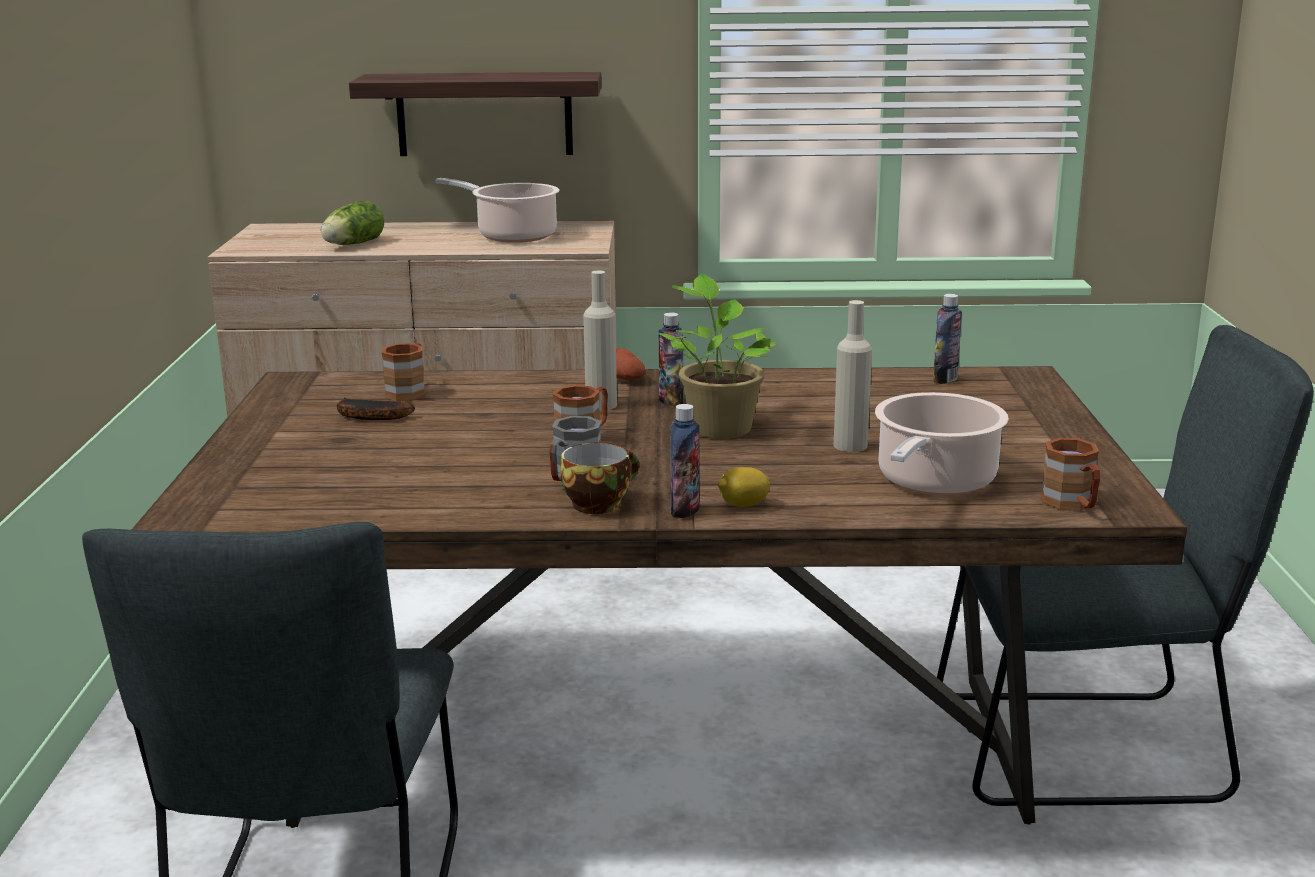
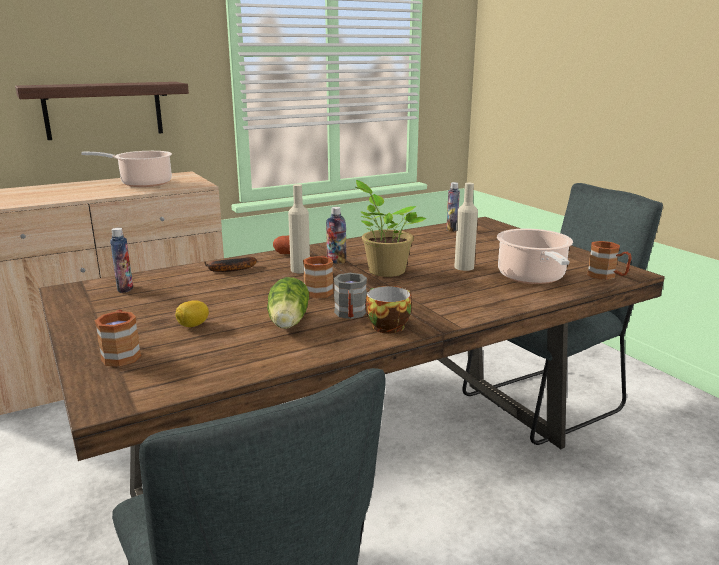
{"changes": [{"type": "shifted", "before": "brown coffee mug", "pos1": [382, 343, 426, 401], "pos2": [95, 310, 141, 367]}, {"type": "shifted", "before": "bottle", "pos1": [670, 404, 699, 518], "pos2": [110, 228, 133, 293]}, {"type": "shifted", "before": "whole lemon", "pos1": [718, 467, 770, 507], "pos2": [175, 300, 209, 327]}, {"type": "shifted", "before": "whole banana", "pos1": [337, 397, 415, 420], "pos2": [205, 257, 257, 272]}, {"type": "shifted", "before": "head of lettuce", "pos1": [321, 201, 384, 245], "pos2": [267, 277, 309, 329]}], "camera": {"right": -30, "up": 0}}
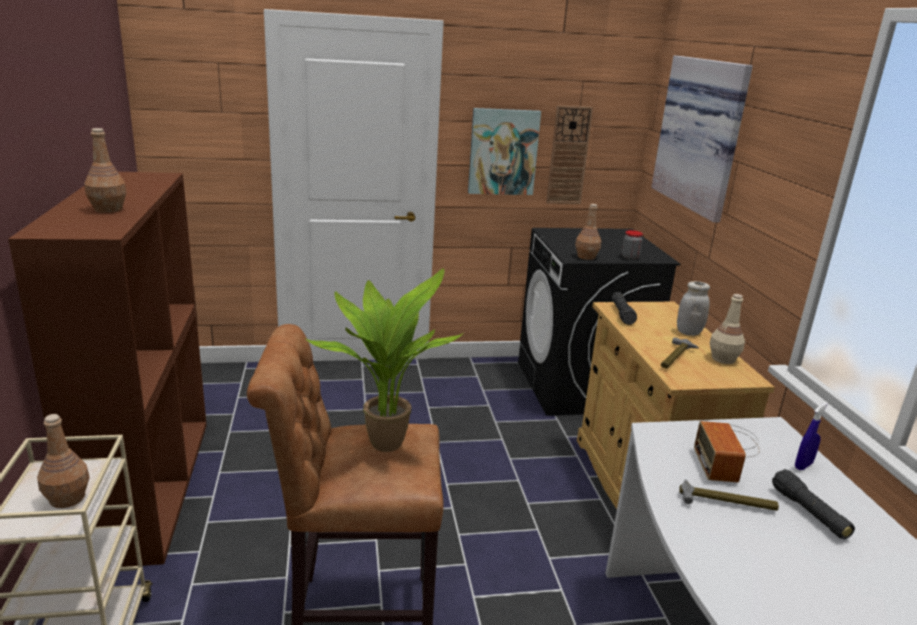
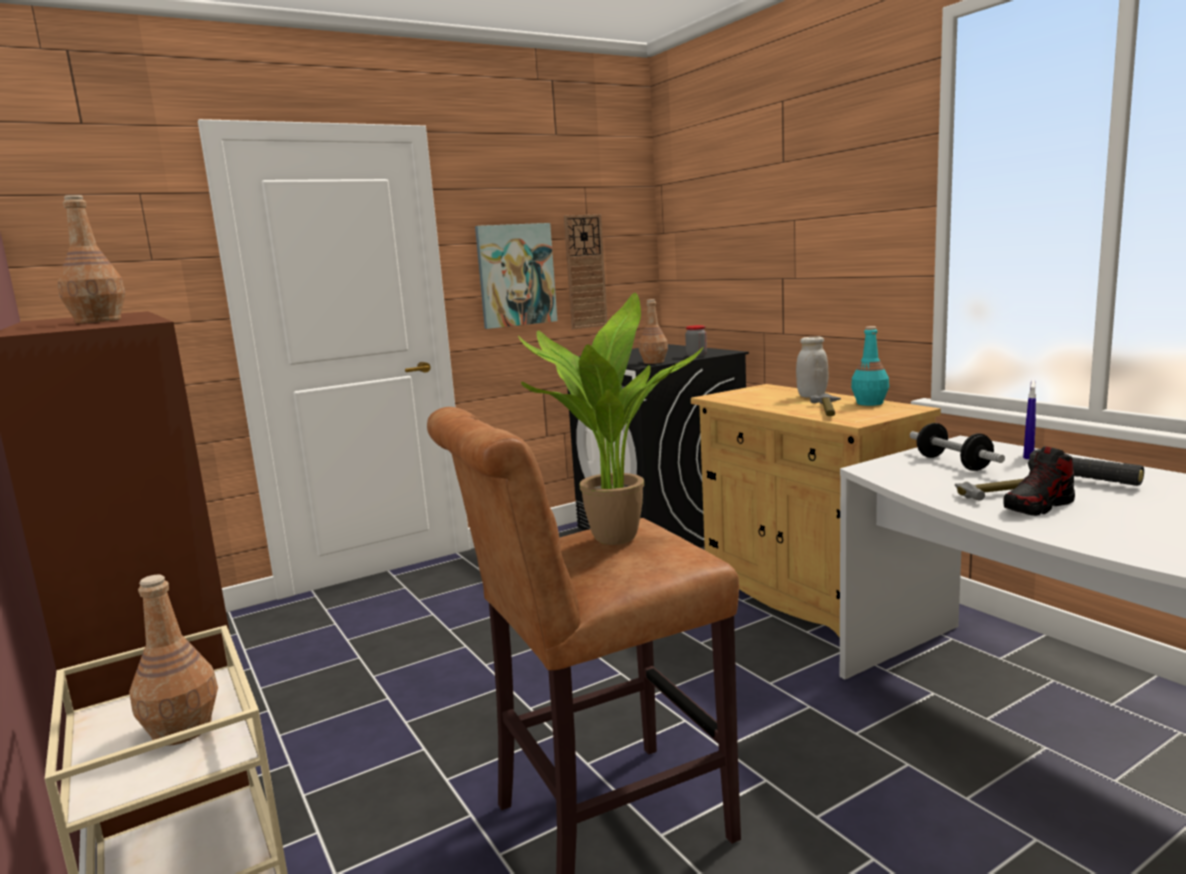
{"changes": [{"type": "repainted", "before": "beige bottle", "after": "turquoise-coloured bottle", "pos1": [710, 294, 745, 364], "pos2": [851, 326, 889, 406]}, {"type": "swapped", "before": "radio receiver", "after": "free weight", "pos1": [694, 421, 760, 483], "pos2": [910, 423, 1005, 471]}, {"type": "new", "after": "shoe", "pos2": [1003, 446, 1075, 516]}, {"type": "gone", "before": "blackish flashlight", "pos1": [612, 292, 637, 325]}, {"type": "gone", "before": "wall picture", "pos1": [651, 55, 753, 223]}], "camera": {"right": -20, "up": -10}}
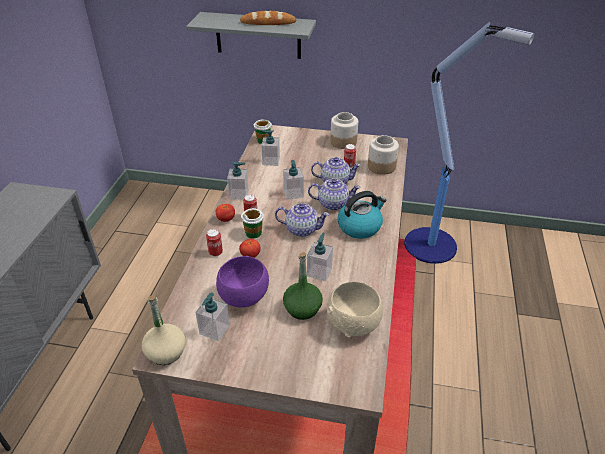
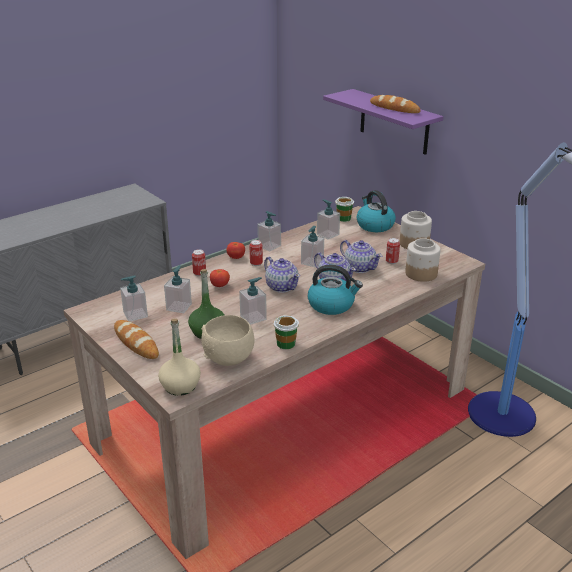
{"changes": [{"type": "new", "after": "bakery bread", "pos2": [114, 320, 159, 359]}, {"type": "shifted", "before": "beige bottle", "pos1": [142, 295, 186, 365], "pos2": [158, 318, 201, 396]}, {"type": "swapped", "before": "purplish deep dish", "after": "soap dispenser", "pos1": [216, 256, 269, 308], "pos2": [164, 265, 192, 313]}, {"type": "shifted", "before": "drinking cup", "pos1": [241, 208, 264, 239], "pos2": [274, 315, 299, 349]}, {"type": "repainted", "before": "gray shelf", "after": "purplish shelf", "pos1": [186, 12, 316, 59], "pos2": [323, 89, 443, 155]}, {"type": "new", "after": "kettle", "pos2": [357, 190, 396, 232]}], "camera": {"right": 40, "up": -10}}
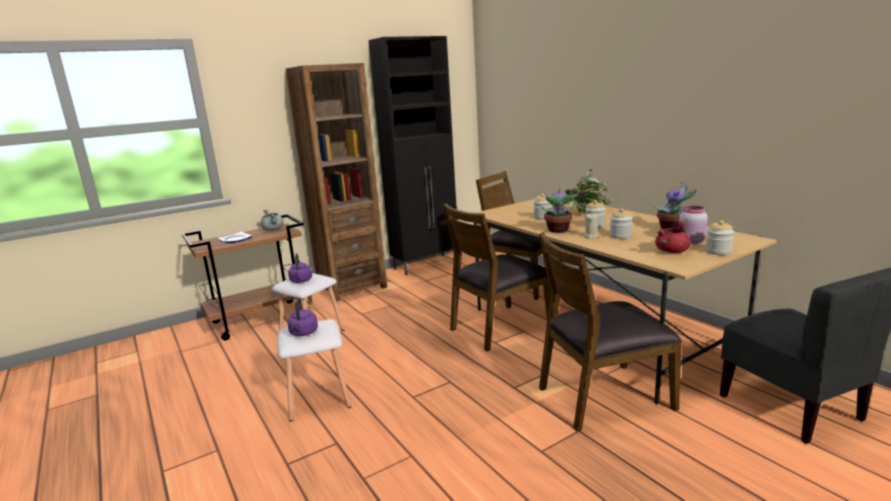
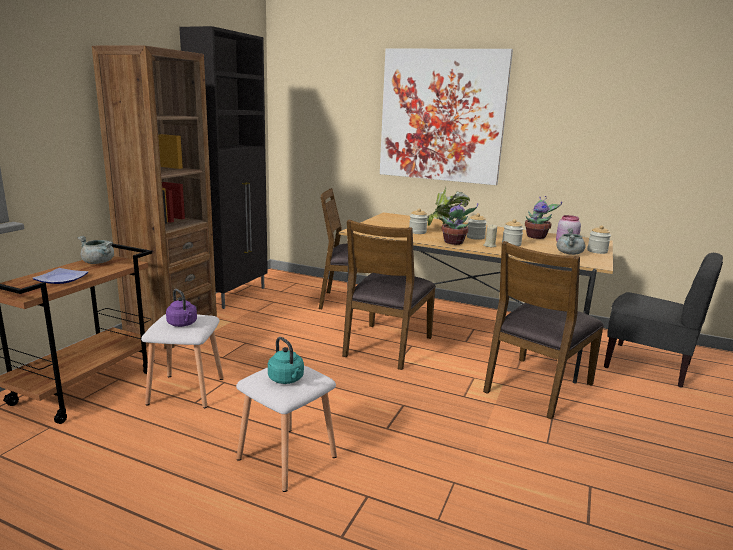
{"changes": [{"type": "repainted", "before": "purplish kettle", "after": "turquoise-coloured kettle", "pos1": [287, 298, 318, 336], "pos2": [268, 337, 304, 384]}, {"type": "new", "after": "wall picture", "pos2": [380, 49, 513, 185]}, {"type": "repainted", "before": "reddish cooking pot", "after": "gray cooking pot", "pos1": [655, 221, 690, 253], "pos2": [556, 228, 586, 255]}], "camera": {"right": -35, "up": 0}}
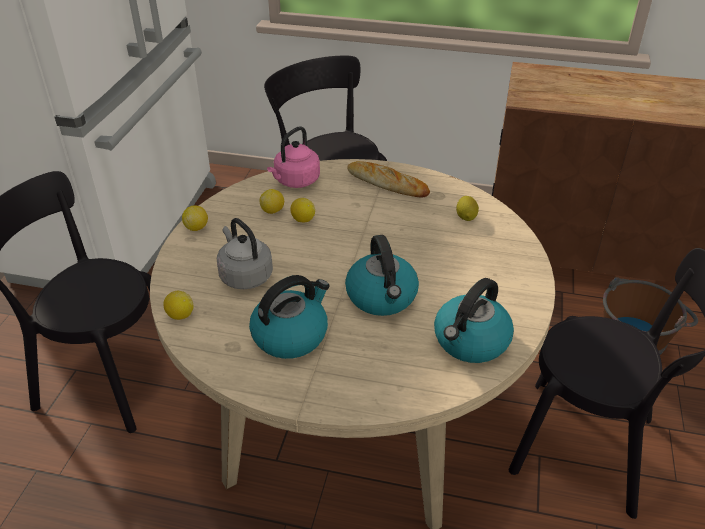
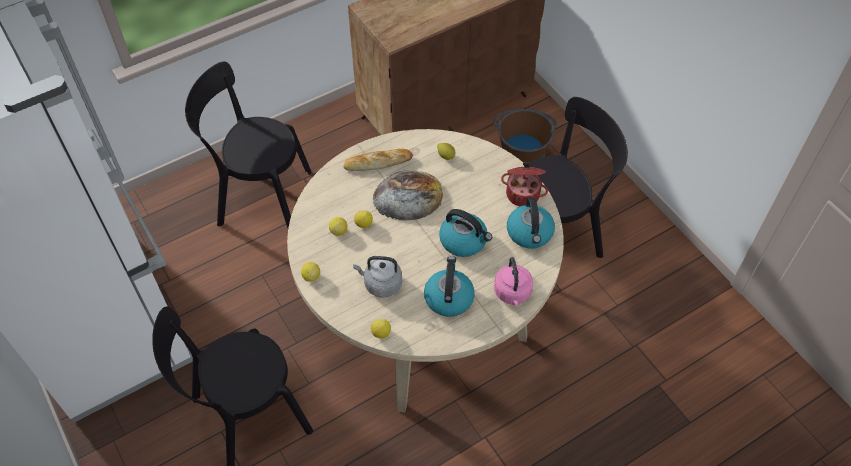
{"changes": [{"type": "new", "after": "bakery bread", "pos2": [373, 170, 443, 220]}, {"type": "shifted", "before": "pinkish kettle", "pos1": [267, 126, 320, 188], "pos2": [494, 257, 533, 306]}, {"type": "new", "after": "cooking pot", "pos2": [501, 162, 548, 206]}], "camera": {"right": -45, "up": 15}}
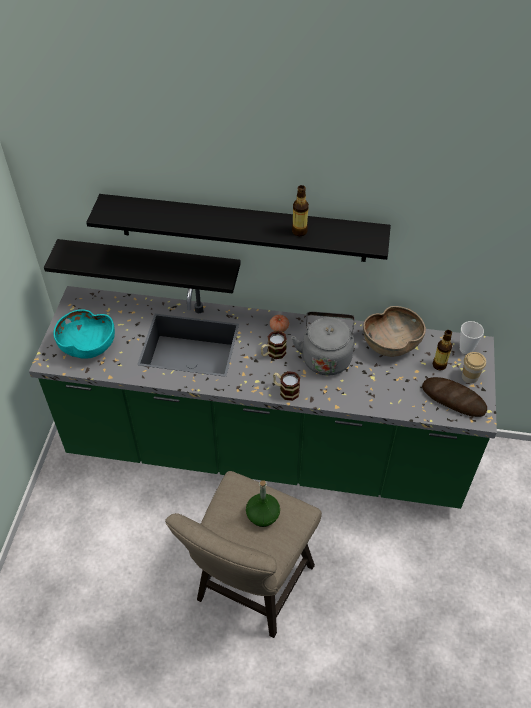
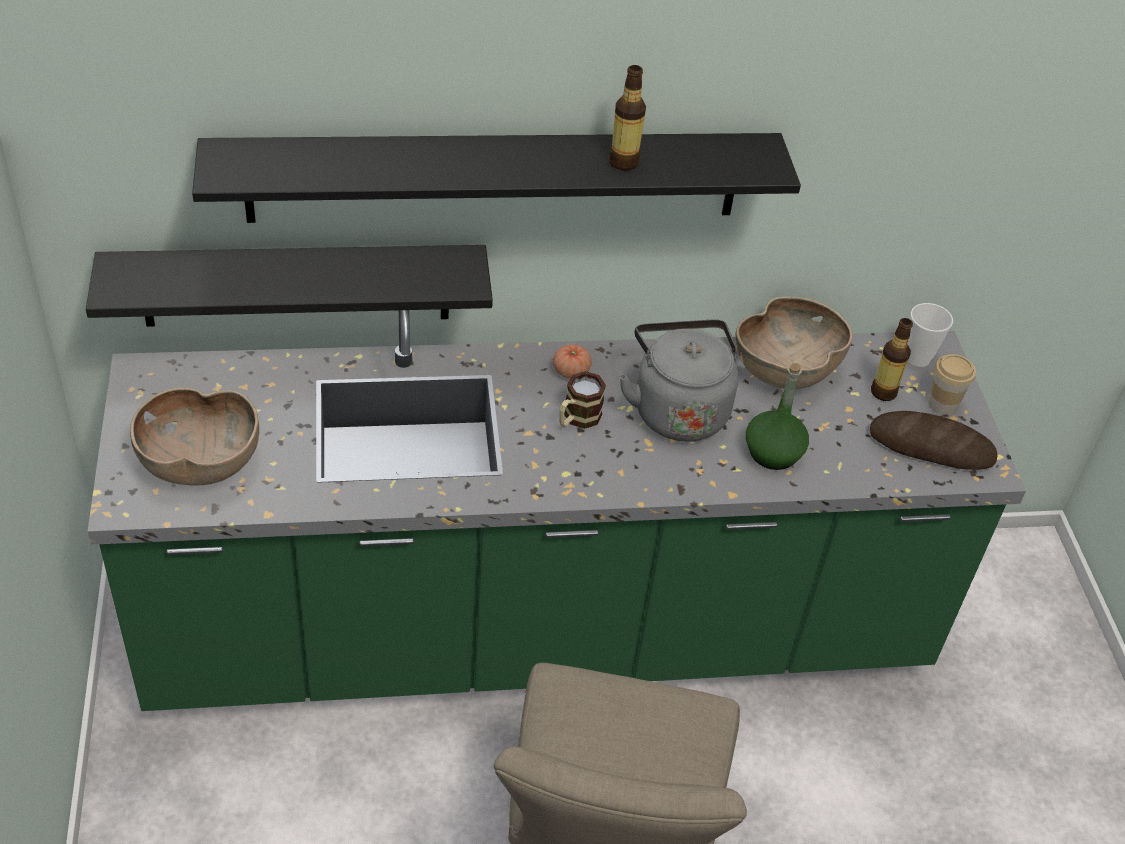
{"changes": [{"type": "repainted", "before": "turquoise-coloured deep dish", "after": "brown deep dish", "pos1": [53, 309, 115, 359], "pos2": [130, 388, 259, 485]}, {"type": "shifted", "before": "green bottle", "pos1": [246, 481, 280, 527], "pos2": [746, 363, 809, 470]}, {"type": "gone", "before": "coffee mug", "pos1": [273, 371, 300, 401]}], "camera": {"right": -20, "up": -5}}
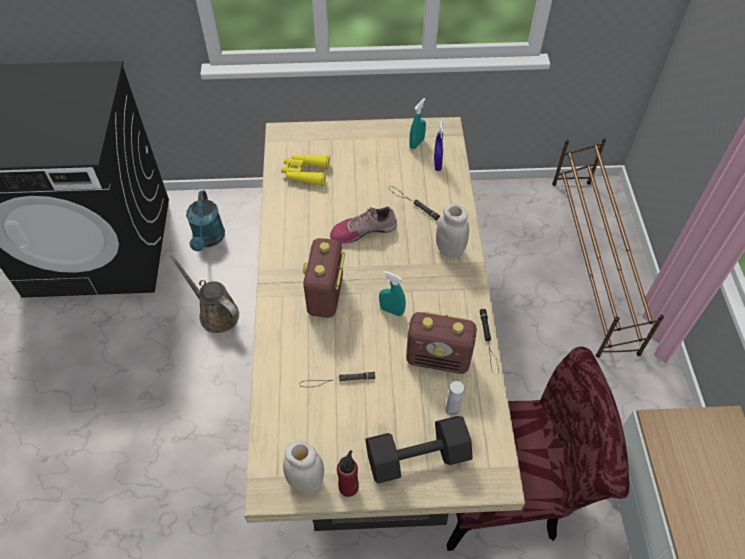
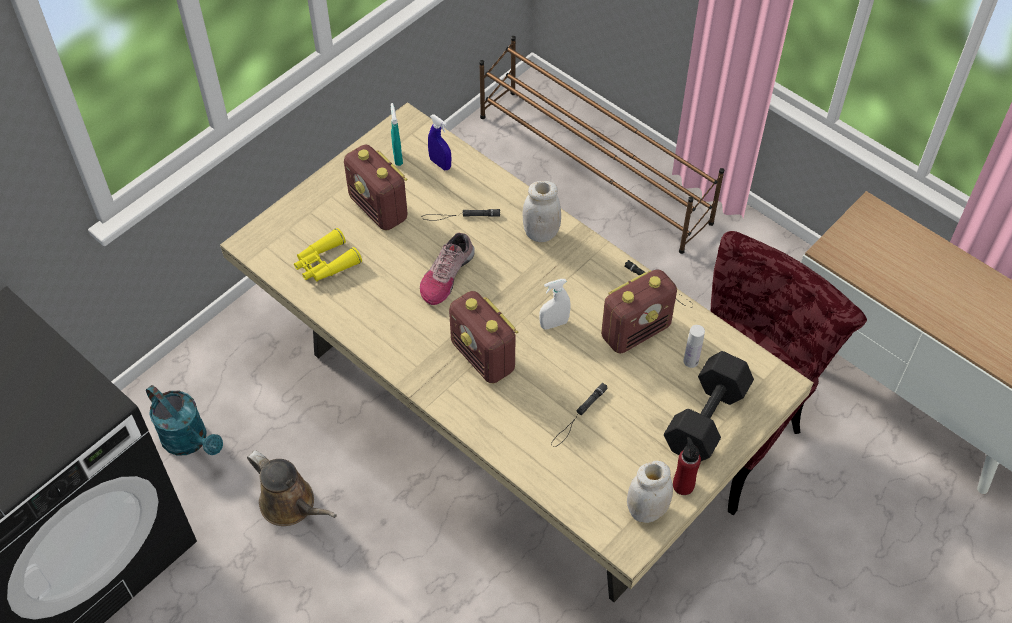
{"changes": [{"type": "rotated", "before": "brown watering can", "pos1": [170, 255, 239, 333], "pos2": [247, 450, 337, 526], "turn": -135}, {"type": "new", "after": "radio receiver", "pos2": [344, 144, 408, 230]}, {"type": "repainted", "before": "turquoise-coloured hand sprayer", "after": "white-coloured hand sprayer", "pos1": [379, 271, 406, 316], "pos2": [539, 279, 570, 329]}], "camera": {"right": -45, "up": 0}}
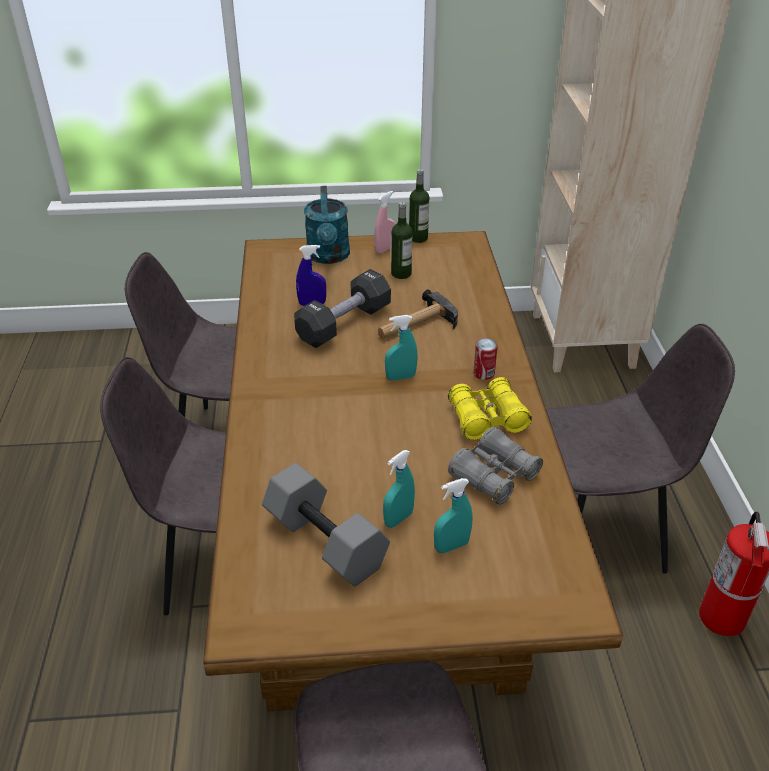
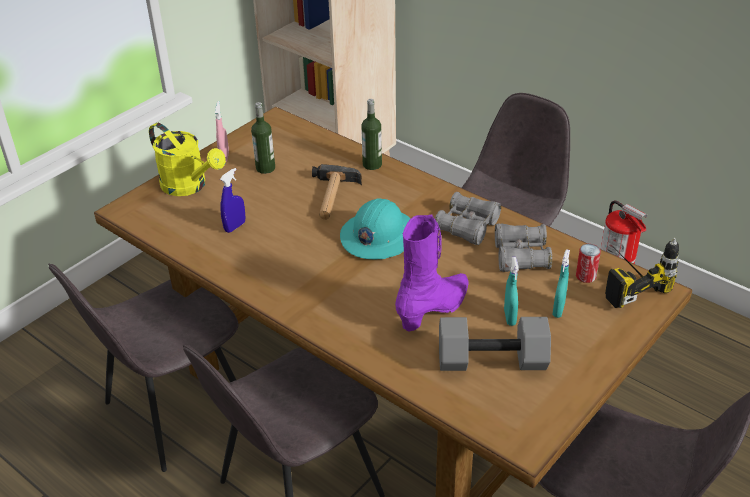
{"changes": [{"type": "repainted", "before": "turquoise-coloured watering can", "after": "yellowish watering can", "pos1": [304, 186, 350, 264], "pos2": [149, 123, 226, 196]}, {"type": "swapped", "before": "turquoise-coloured hand sprayer", "after": "turquoise-coloured work helmet", "pos1": [385, 315, 418, 381], "pos2": [340, 198, 411, 260]}, {"type": "shifted", "before": "bottle", "pos1": [409, 169, 429, 243], "pos2": [361, 99, 382, 170]}, {"type": "new", "after": "purplish high-top boot", "pos2": [395, 215, 469, 332]}, {"type": "repainted", "before": "yellowish pair of binoculars", "after": "gray pair of binoculars", "pos1": [448, 377, 532, 440], "pos2": [435, 192, 501, 245]}, {"type": "shifted", "before": "sealed can", "pos1": [473, 339, 498, 380], "pos2": [576, 244, 601, 283]}, {"type": "new", "after": "drill", "pos2": [605, 238, 679, 308]}, {"type": "gone", "before": "blackish free weight", "pos1": [294, 269, 391, 348]}], "camera": {"right": -45, "up": 0}}
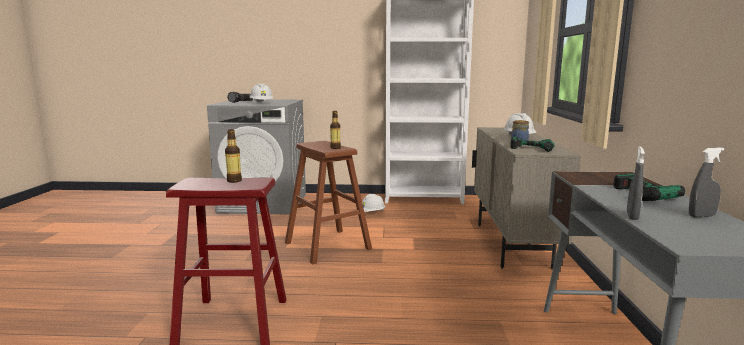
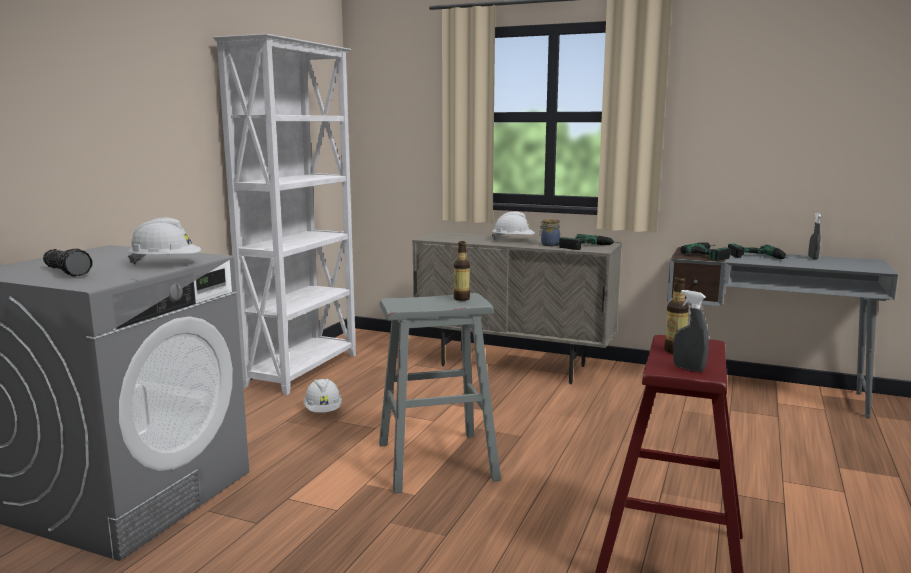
{"changes": [{"type": "repainted", "before": "brown stool", "after": "gray stool", "pos1": [285, 141, 372, 264], "pos2": [379, 293, 501, 493]}, {"type": "shifted", "before": "gray hand sprayer", "pos1": [627, 147, 645, 220], "pos2": [673, 290, 709, 372]}, {"type": "new", "after": "drill", "pos2": [680, 242, 731, 261]}], "camera": {"right": -70, "up": 0}}
